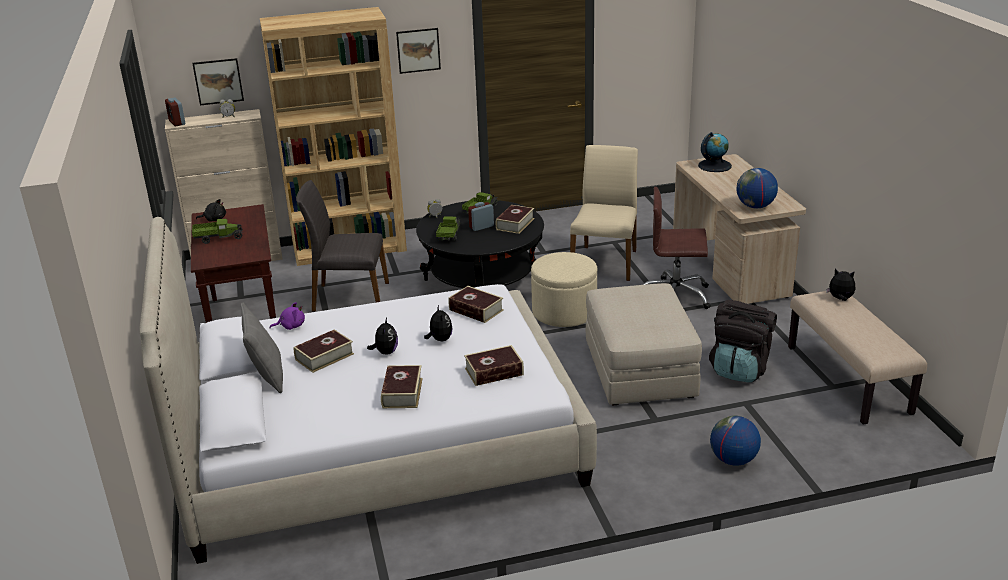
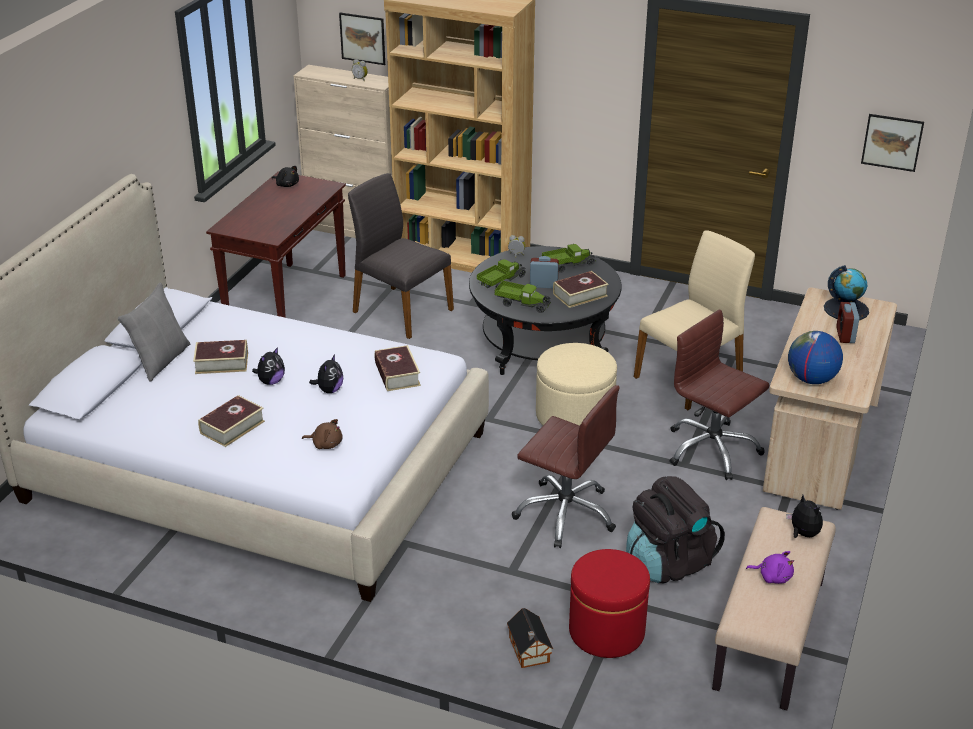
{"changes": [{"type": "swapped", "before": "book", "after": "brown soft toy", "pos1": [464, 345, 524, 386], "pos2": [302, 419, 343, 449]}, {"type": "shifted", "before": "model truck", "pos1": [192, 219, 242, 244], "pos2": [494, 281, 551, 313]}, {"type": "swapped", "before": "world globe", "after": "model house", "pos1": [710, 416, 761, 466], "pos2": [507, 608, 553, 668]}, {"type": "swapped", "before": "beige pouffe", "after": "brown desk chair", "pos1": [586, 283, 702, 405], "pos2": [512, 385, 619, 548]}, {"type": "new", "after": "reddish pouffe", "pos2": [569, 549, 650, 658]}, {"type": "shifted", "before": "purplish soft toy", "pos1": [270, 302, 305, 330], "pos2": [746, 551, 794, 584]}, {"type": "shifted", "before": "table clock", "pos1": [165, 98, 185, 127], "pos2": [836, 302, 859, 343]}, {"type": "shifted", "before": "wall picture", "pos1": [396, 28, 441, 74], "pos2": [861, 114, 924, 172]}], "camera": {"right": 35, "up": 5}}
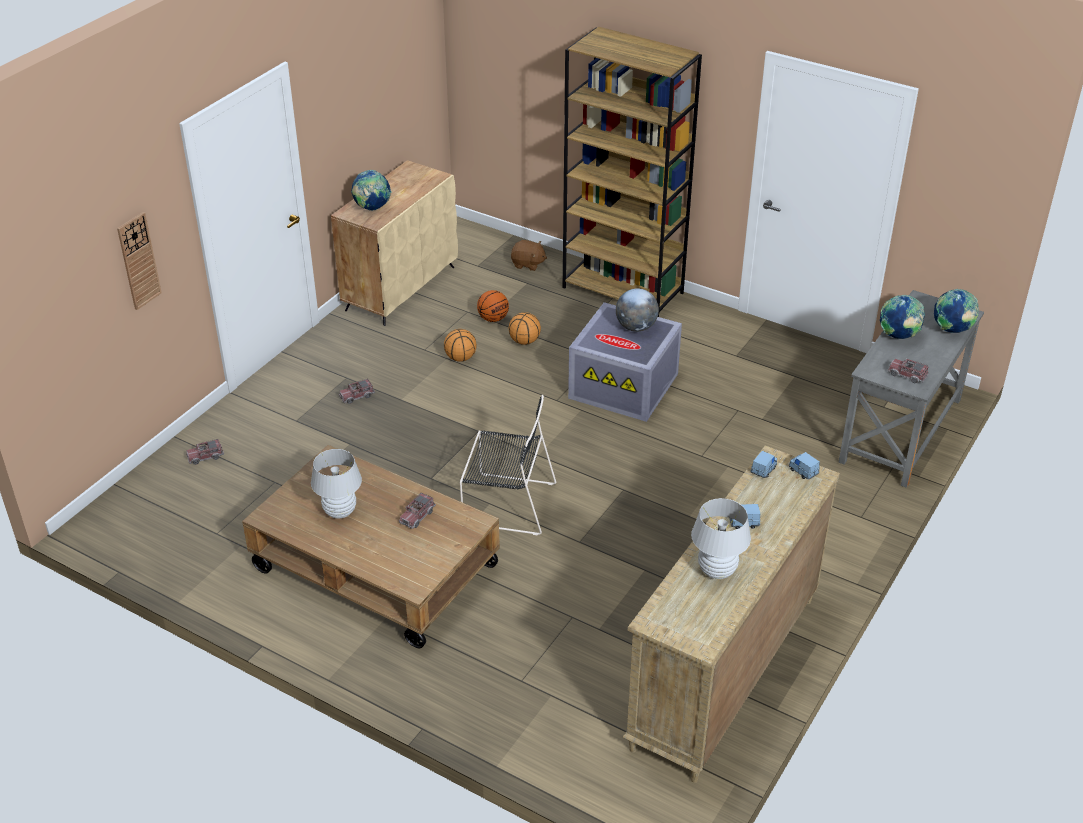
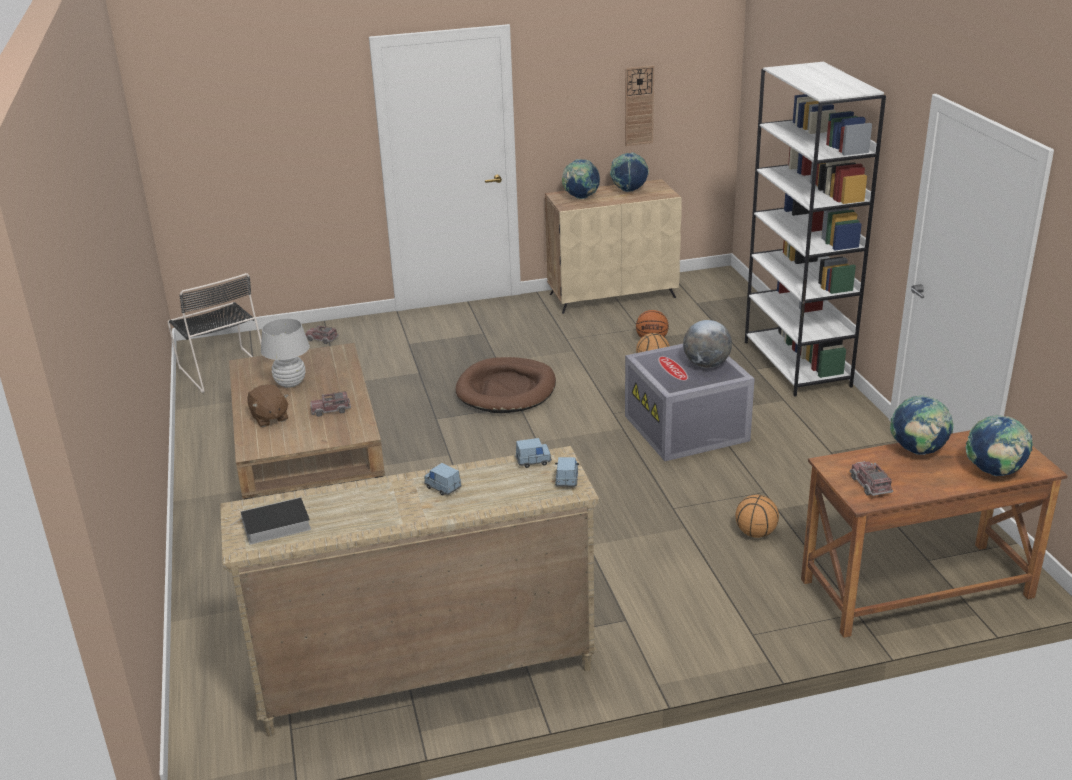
{"changes": [{"type": "shifted", "before": "blackish plain chair", "pos1": [460, 395, 556, 535], "pos2": [168, 273, 261, 393]}, {"type": "new", "after": "book", "pos2": [232, 497, 311, 544]}, {"type": "shifted", "before": "brown soft toy", "pos1": [511, 240, 547, 271], "pos2": [247, 384, 289, 427]}, {"type": "new", "after": "brown dog bed", "pos2": [456, 357, 556, 413]}, {"type": "new", "after": "world globe", "pos2": [610, 153, 649, 192]}, {"type": "shifted", "before": "wall clock", "pos1": [117, 212, 162, 310], "pos2": [625, 65, 654, 146]}, {"type": "shifted", "before": "basketball ball", "pos1": [444, 329, 477, 362], "pos2": [735, 495, 779, 538]}, {"type": "repainted", "before": "brown bookcase", "after": "white-coloured bookcase", "pos1": [563, 27, 702, 317], "pos2": [745, 62, 886, 397]}, {"type": "repainted", "before": "gray desk", "after": "brown desk", "pos1": [839, 290, 984, 488], "pos2": [801, 430, 1068, 638]}, {"type": "gone", "before": "model truck", "pos1": [339, 379, 375, 404]}, {"type": "gone", "before": "white-coloured table lamp", "pos1": [691, 498, 751, 579]}], "camera": {"right": 45, "up": -10}}
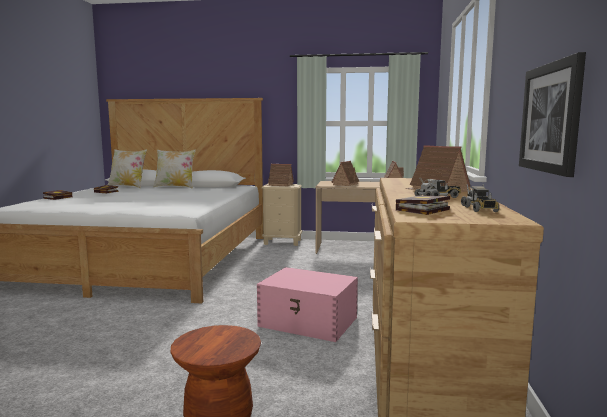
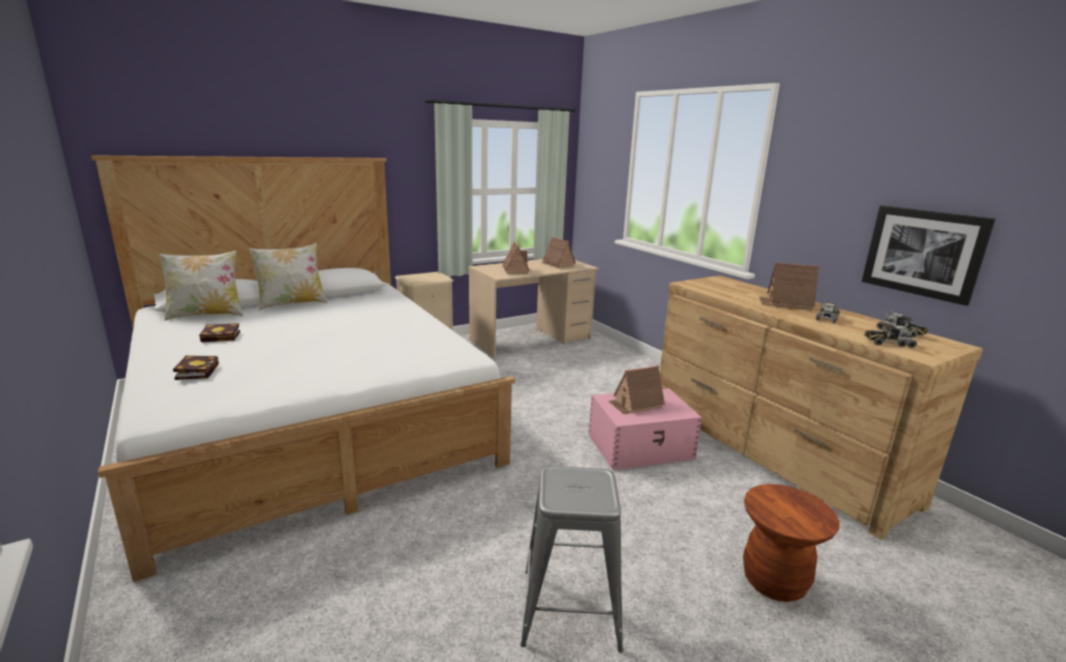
{"changes": [{"type": "new", "after": "gray stool", "pos2": [521, 466, 623, 653]}, {"type": "shifted", "before": "model house", "pos1": [265, 164, 294, 186], "pos2": [609, 365, 665, 414]}, {"type": "swapped", "before": "book", "after": "model truck", "pos1": [396, 195, 450, 215], "pos2": [864, 324, 917, 348]}], "camera": {"right": -40, "up": 10}}
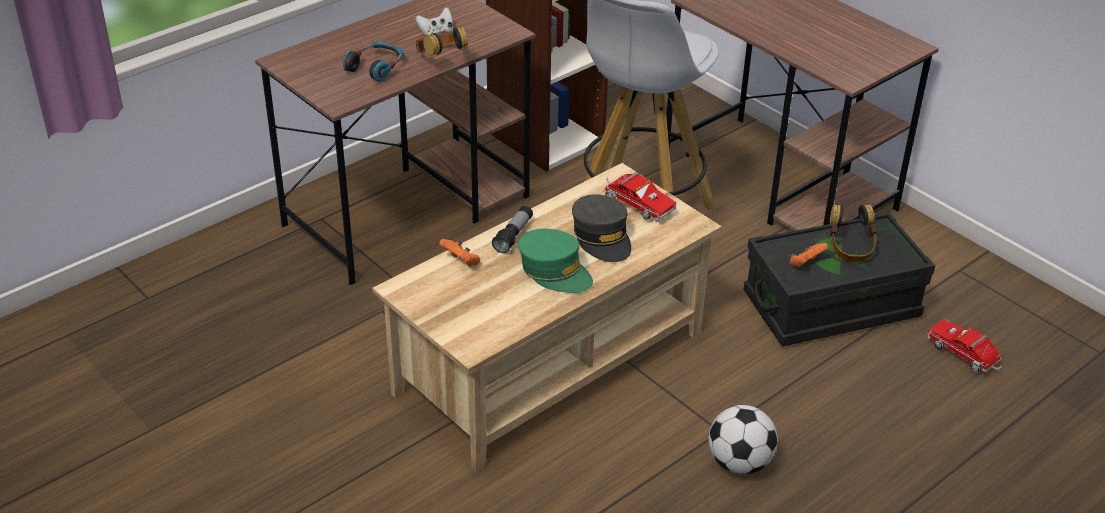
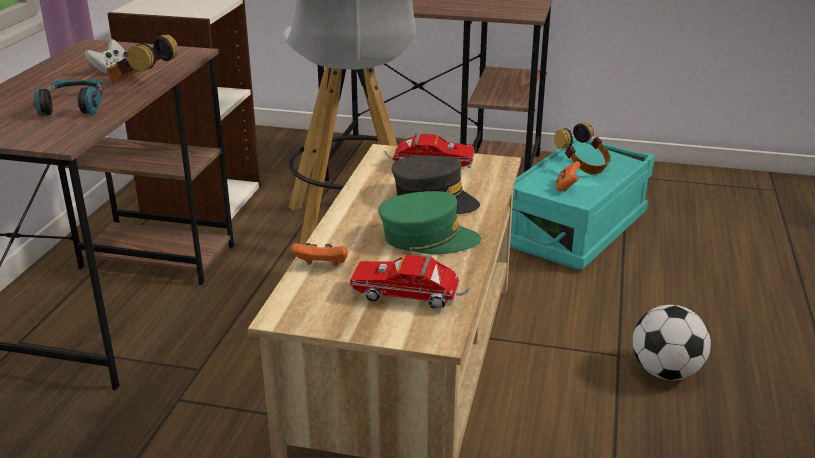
{"changes": [{"type": "shifted", "before": "model truck", "pos1": [927, 319, 1001, 373], "pos2": [350, 254, 469, 310]}, {"type": "repainted", "before": "blackish storage container", "after": "turquoise-coloured storage container", "pos1": [744, 211, 935, 346], "pos2": [510, 137, 655, 270]}, {"type": "gone", "before": "flashlight", "pos1": [492, 206, 533, 253]}], "camera": {"right": -35, "up": -10}}
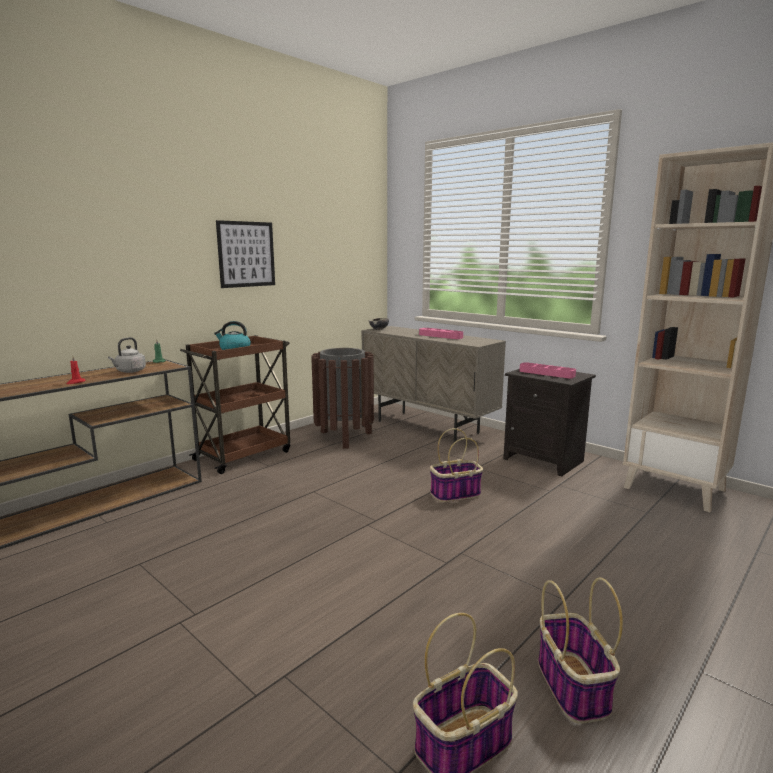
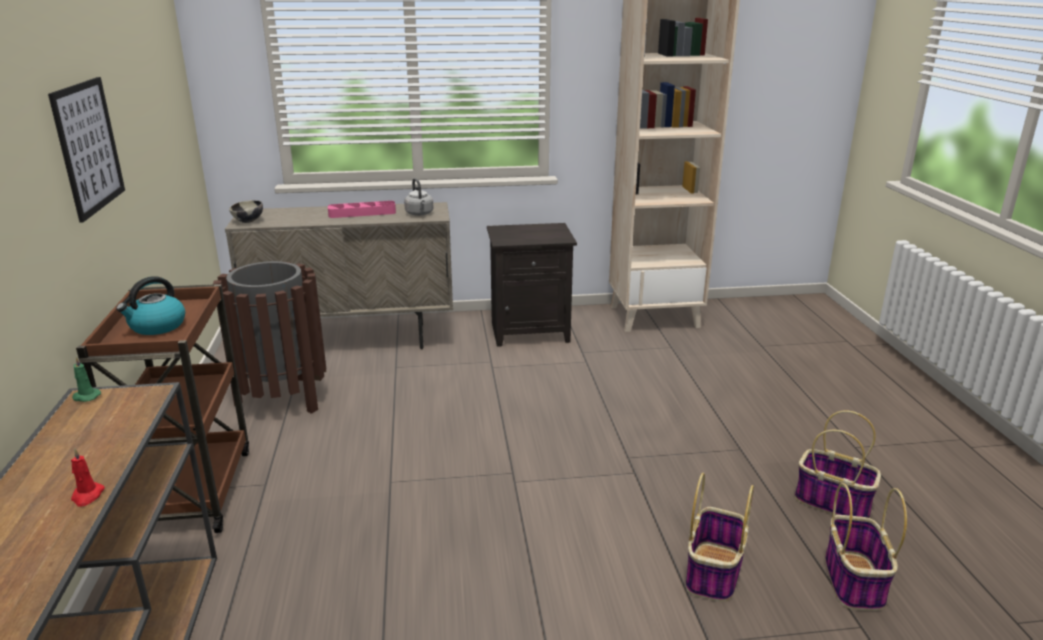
{"changes": [{"type": "shifted", "before": "gray kettle", "pos1": [108, 337, 146, 373], "pos2": [404, 178, 434, 216]}, {"type": "shifted", "before": "storage basket", "pos1": [430, 428, 483, 502], "pos2": [686, 473, 754, 602]}, {"type": "gone", "before": "pinkish tray", "pos1": [519, 362, 576, 378]}], "camera": {"right": -50, "up": 10}}
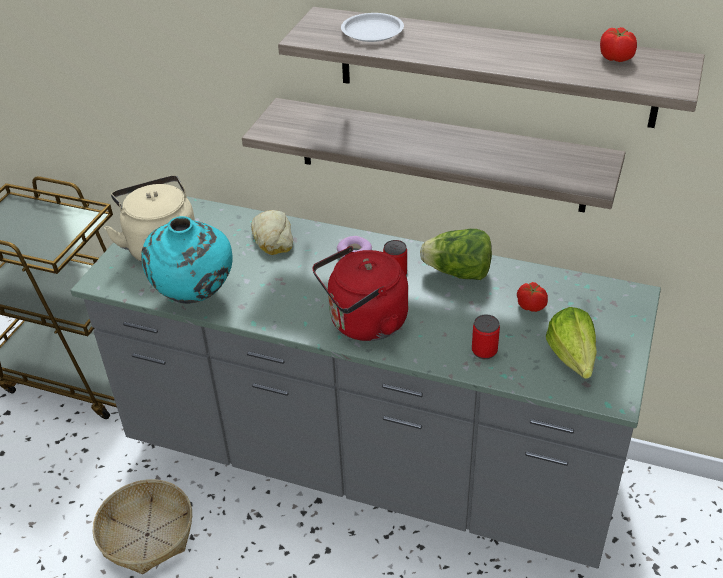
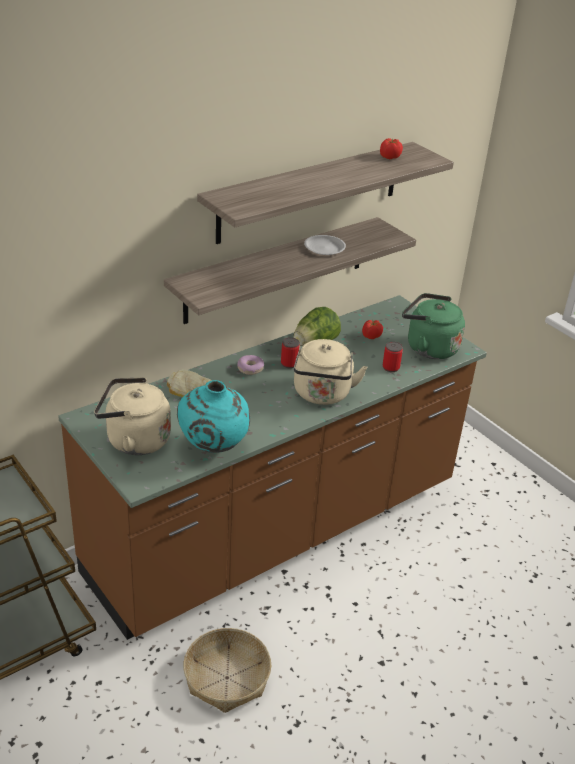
{"changes": [{"type": "repainted", "before": "gray counter", "after": "brown counter", "pos1": [71, 197, 661, 569], "pos2": [58, 295, 487, 640]}, {"type": "repainted", "before": "reddish kettle", "after": "beige kettle", "pos1": [312, 246, 408, 341], "pos2": [294, 339, 367, 405]}, {"type": "shifted", "before": "white-coloured flat dish", "pos1": [341, 13, 404, 42], "pos2": [304, 235, 346, 255]}, {"type": "swapped", "before": "head of lettuce", "after": "green kettle", "pos1": [546, 307, 597, 379], "pos2": [402, 293, 465, 359]}], "camera": {"right": -60, "up": -5}}
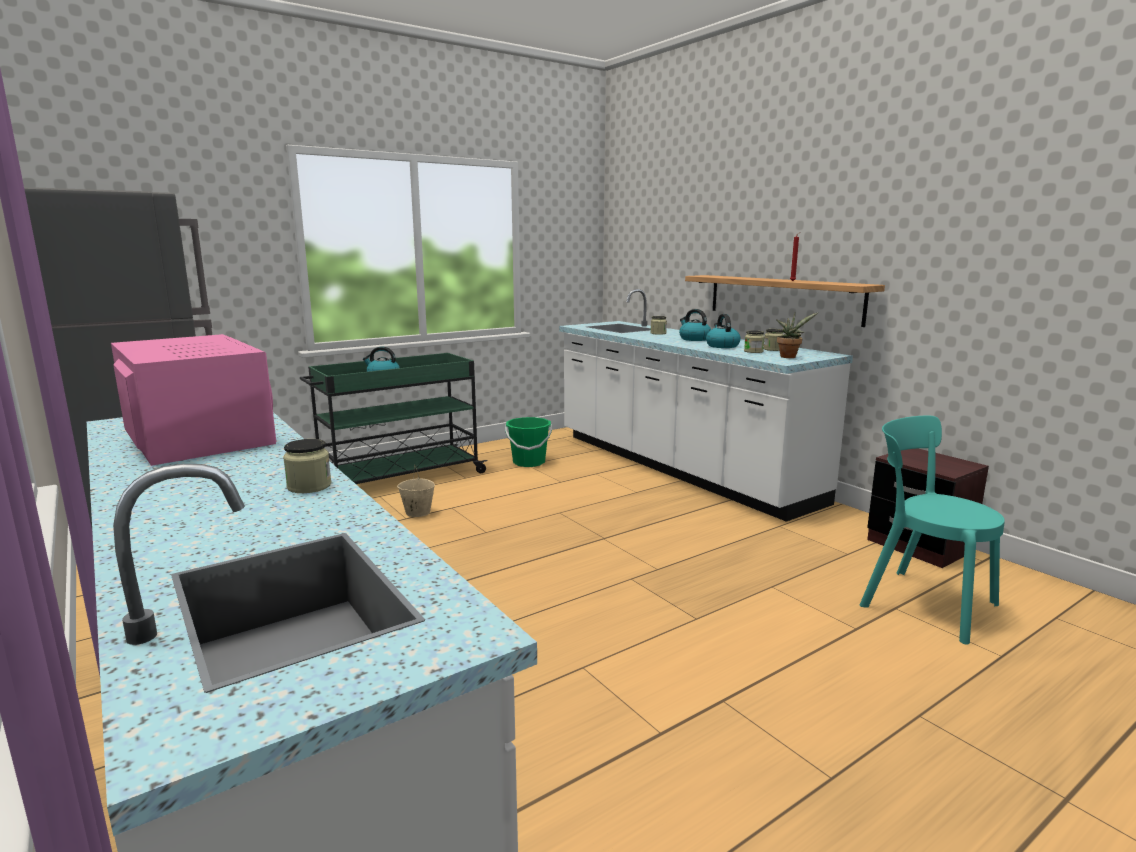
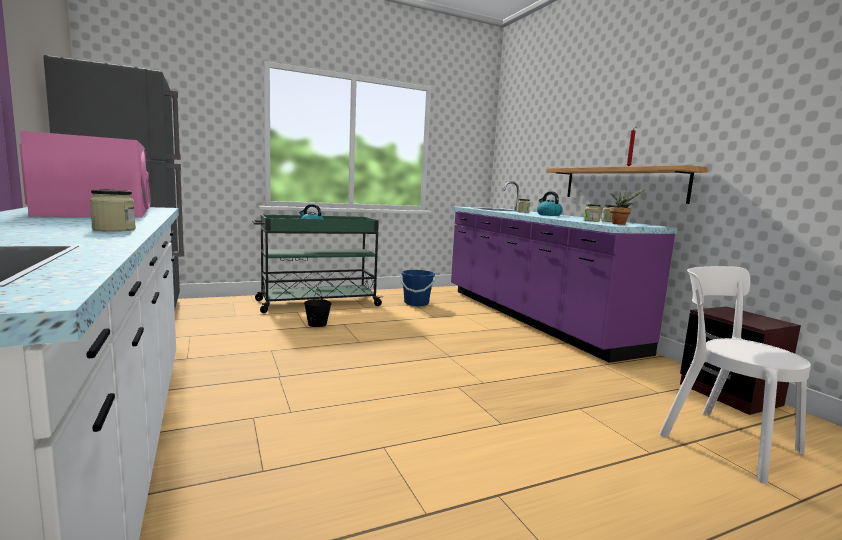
{"changes": [{"type": "repainted", "before": "beige water bucket", "after": "blackish water bucket", "pos1": [397, 465, 435, 517], "pos2": [304, 287, 331, 327]}, {"type": "repainted", "before": "green water bucket", "after": "blue-coloured water bucket", "pos1": [505, 417, 552, 467], "pos2": [400, 270, 436, 306]}, {"type": "repainted", "before": "white-coloured counter", "after": "purplish counter", "pos1": [559, 289, 853, 522], "pos2": [451, 181, 677, 363]}, {"type": "repainted", "before": "turquoise-coloured plain chair", "after": "white-coloured plain chair", "pos1": [860, 415, 1005, 645], "pos2": [659, 266, 811, 484]}, {"type": "gone", "before": "kettle", "pos1": [706, 314, 740, 348]}], "camera": {"right": 10, "up": -5}}
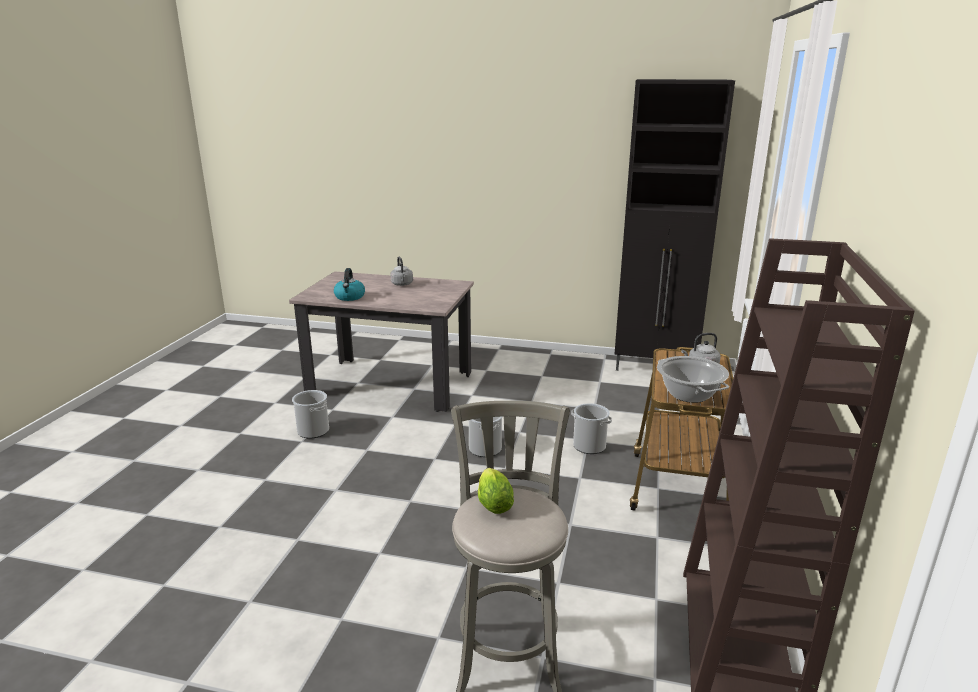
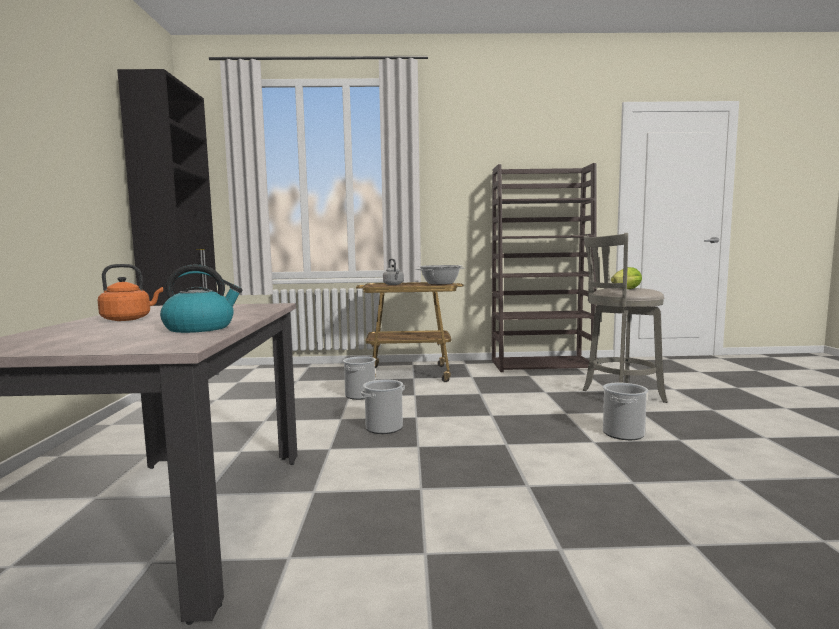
{"changes": [{"type": "repainted", "before": "gray kettle", "after": "orange-coloured kettle", "pos1": [390, 257, 413, 286], "pos2": [98, 264, 163, 321]}, {"type": "shifted", "before": "water bucket", "pos1": [292, 390, 329, 438], "pos2": [603, 383, 648, 440]}], "camera": {"right": -105, "up": -15}}
